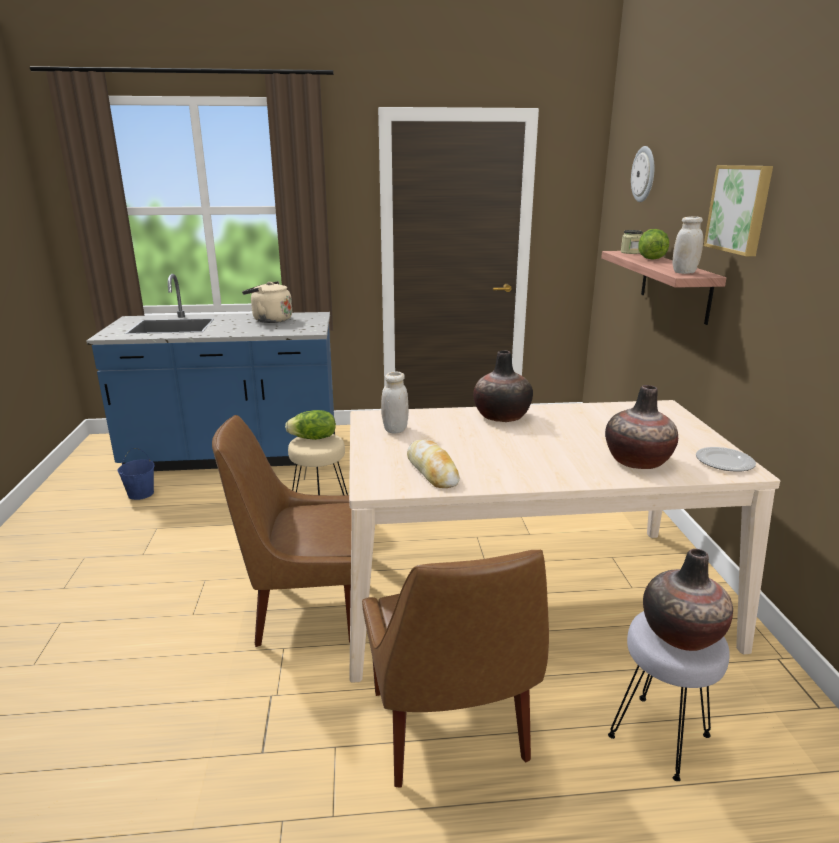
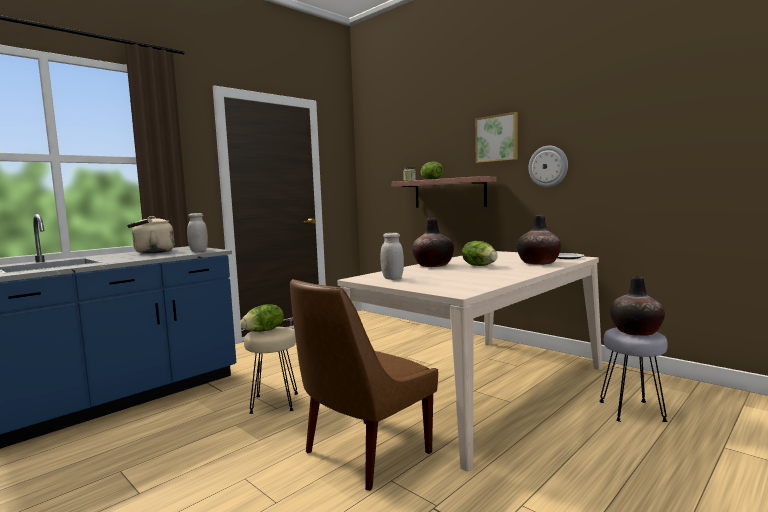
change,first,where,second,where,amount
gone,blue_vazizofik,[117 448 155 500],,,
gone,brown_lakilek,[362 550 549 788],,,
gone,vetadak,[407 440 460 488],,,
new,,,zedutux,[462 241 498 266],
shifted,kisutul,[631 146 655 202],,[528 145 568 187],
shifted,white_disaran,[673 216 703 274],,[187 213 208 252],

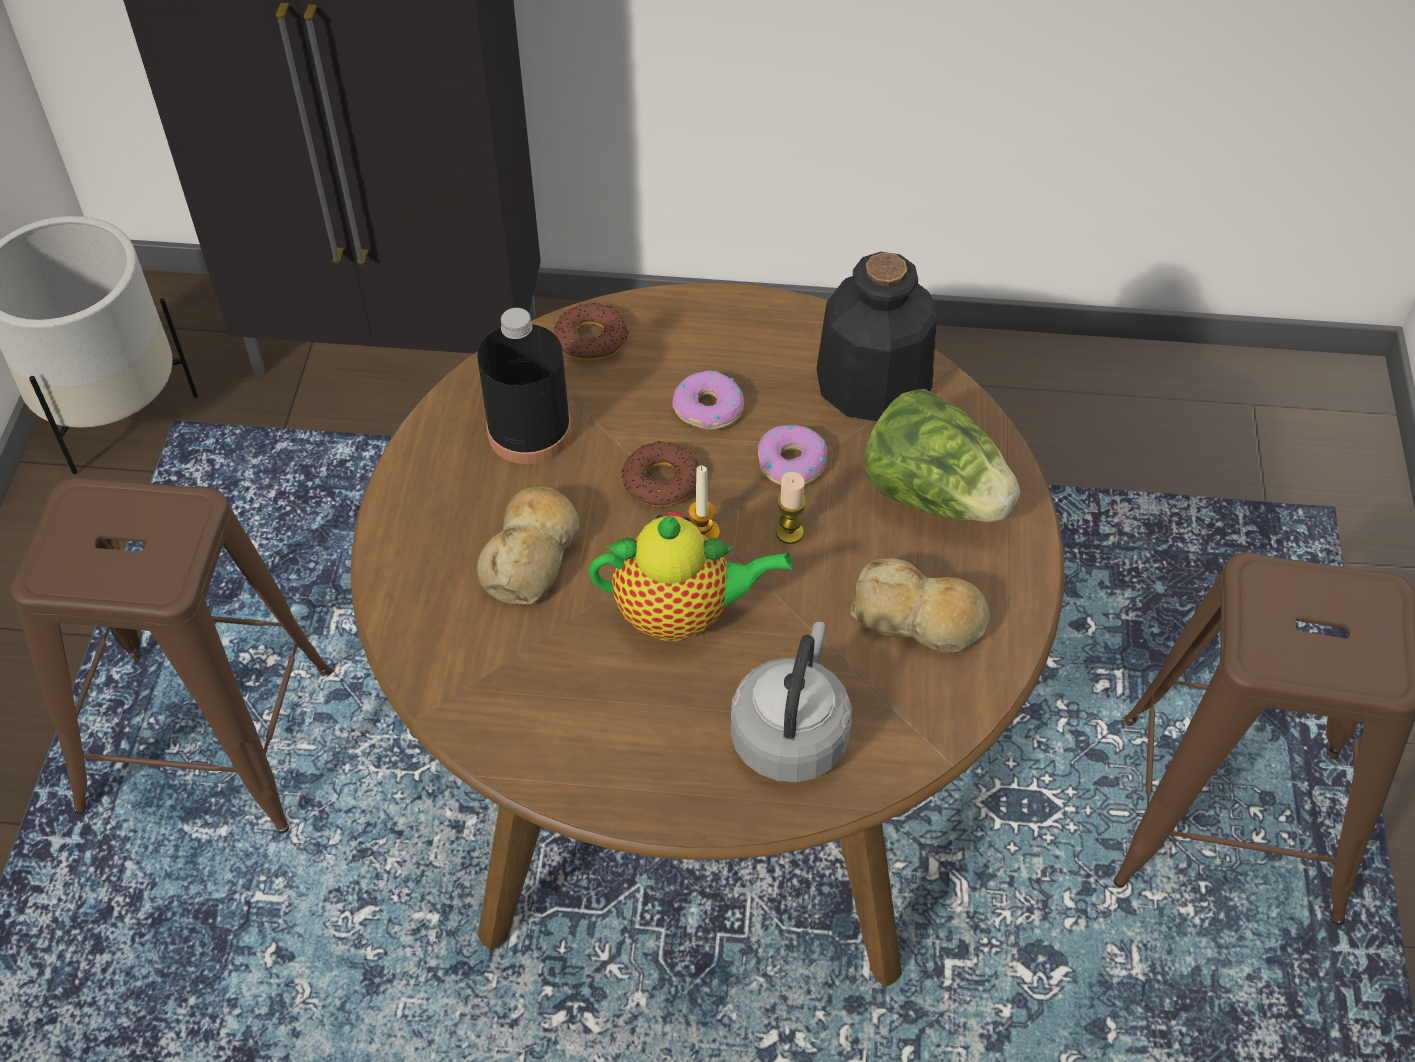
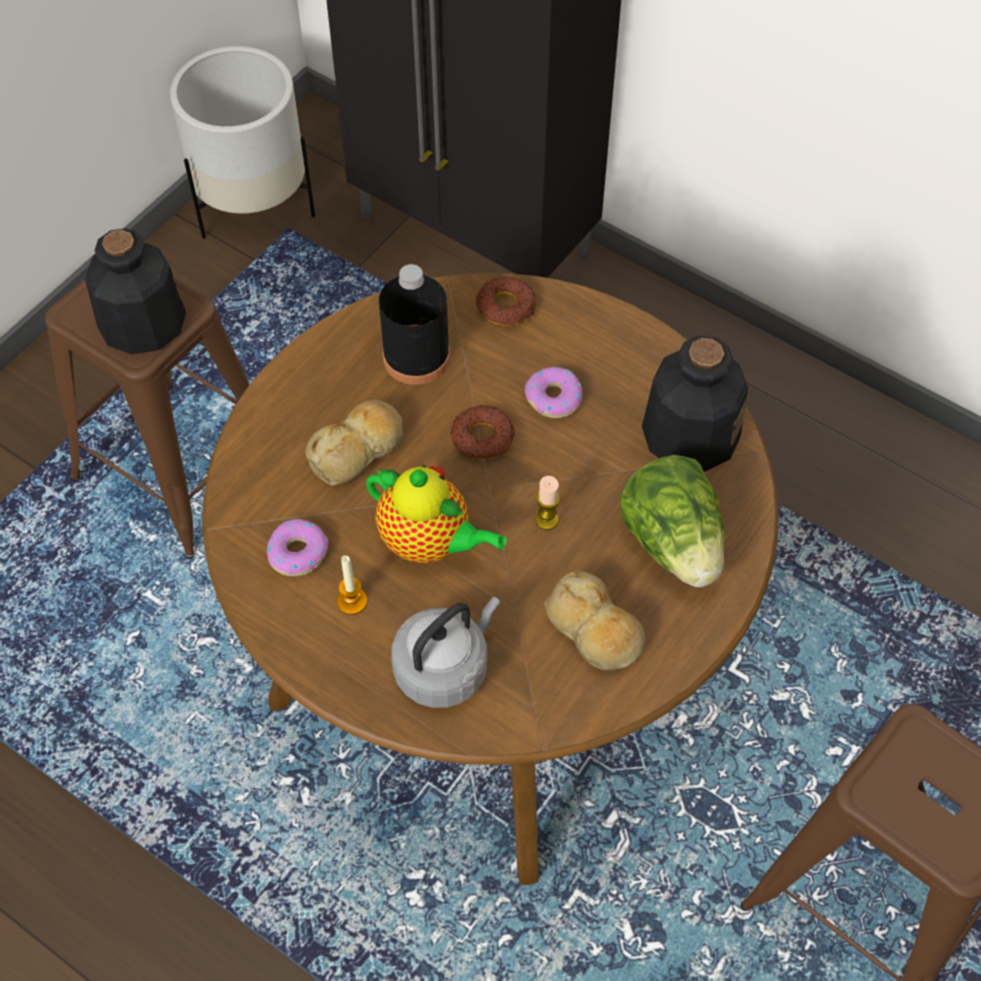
change,first,where,second,where,amount
new,,,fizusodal,[85 228 186 355],
shifted,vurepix,[689 466 720 539],,[337 556 367 615],
shifted,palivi,[758 425 827 485],,[267 519 328 576],

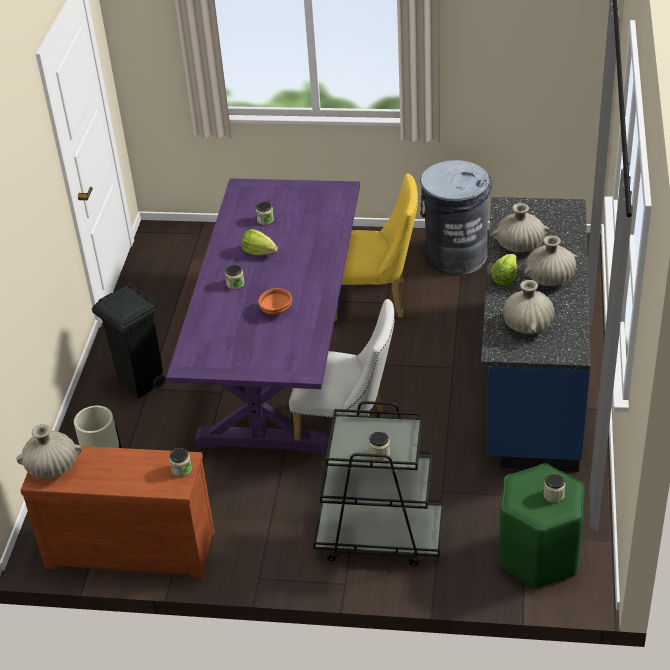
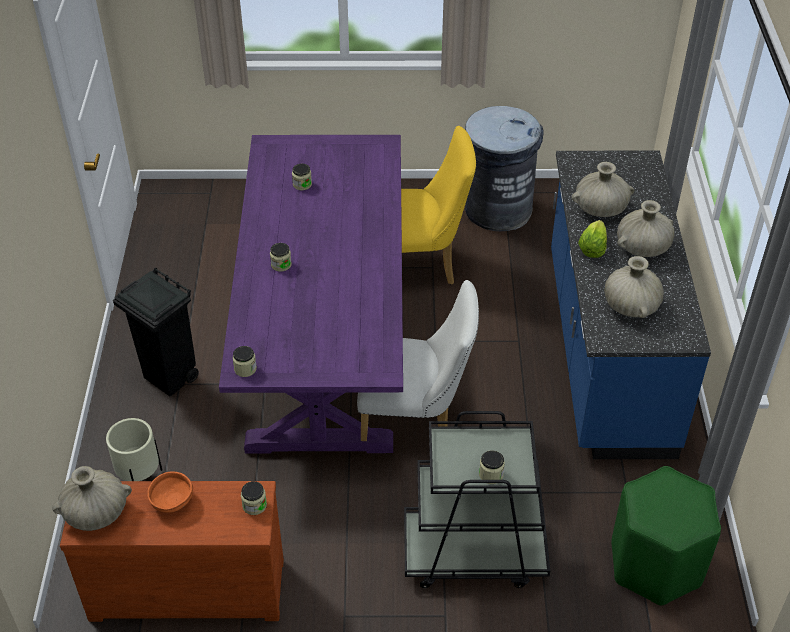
change,first,where,second,where,amount
gone,zedutux,[241 229 278 255],,,
shifted,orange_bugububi,[258 288 292 315],,[147 471 193 513],
shifted,disaran,[544 474 565 503],,[232 346 257 377],

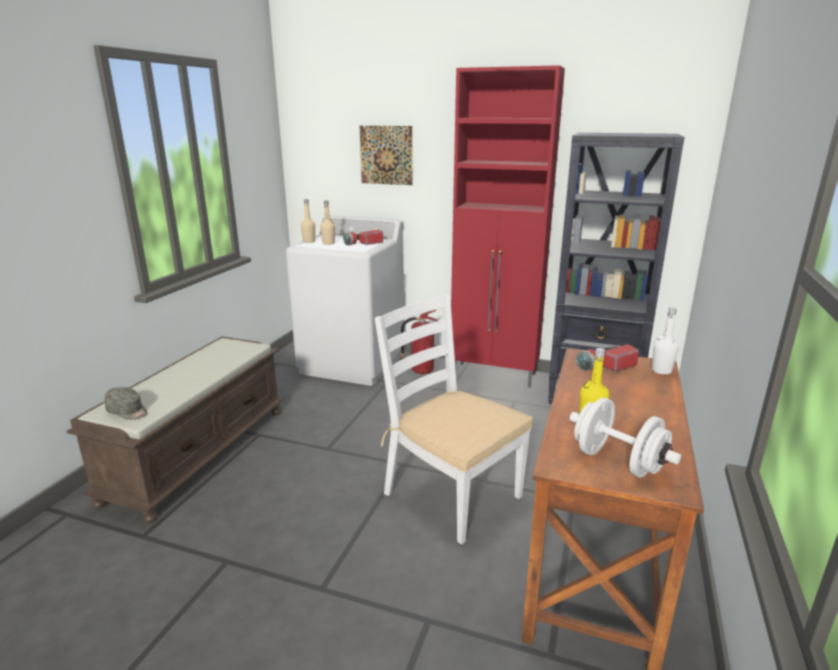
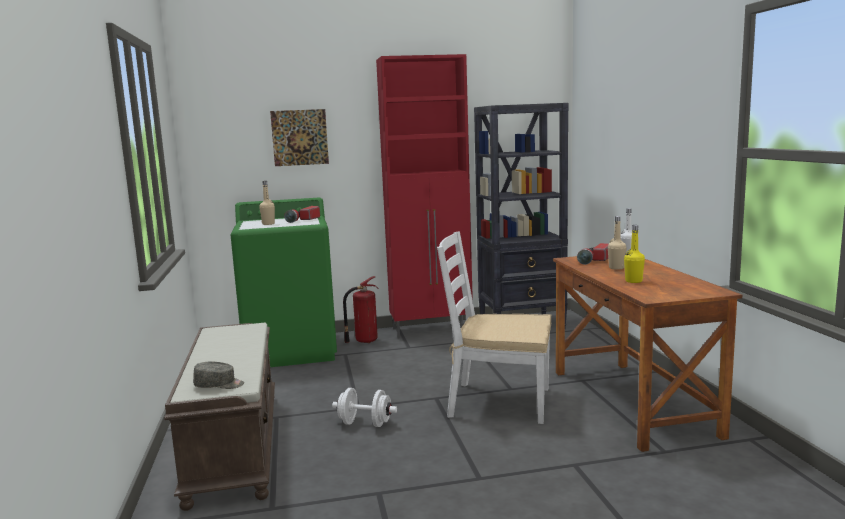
change,first,where,second,where,amount
shifted,beige_fizusodal,[301 199 315 243],,[608 216 627 270],
shifted,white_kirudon,[570 398 681 478],,[332 388 397 427],
repainted,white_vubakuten,[286 215 405 386],green_vubakuten,[231 198 337 367],

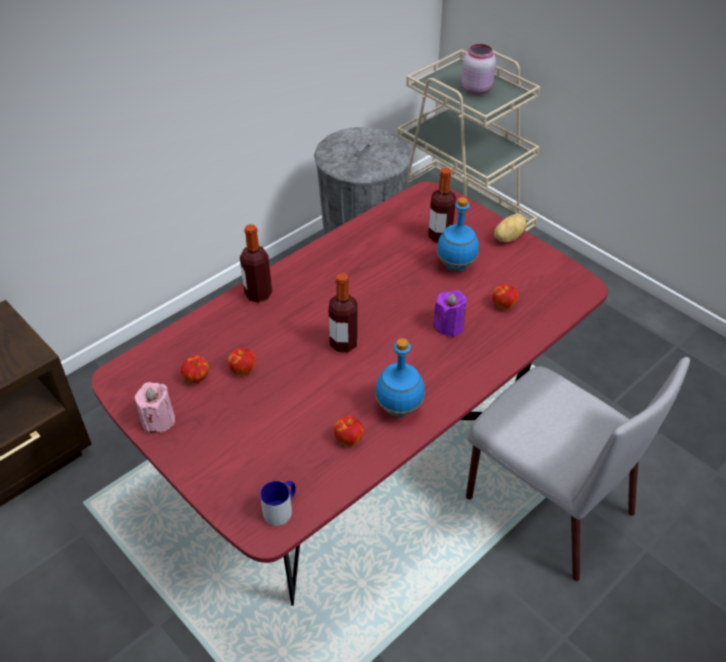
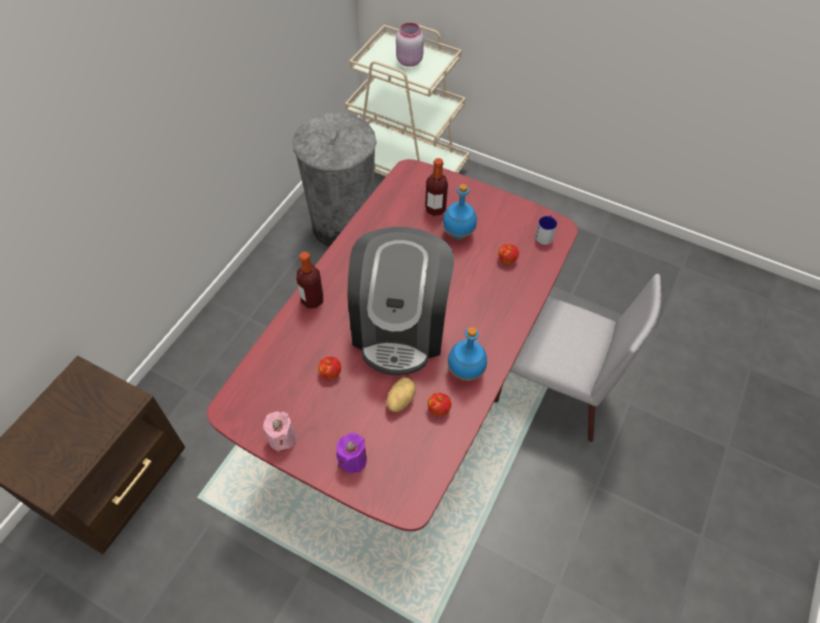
change,first,where,second,where,amount
gone,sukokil,[181 355 209 383],,,
shifted,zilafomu,[260 481 296 526],,[535 215 557 245],
shifted,purple_vurepix,[433 290 467 337],,[336 432 367 473],
shifted,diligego,[494 214 527 242],,[386 378 416 412],
swapped,fizusodal,[328 273 358 352],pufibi,[348 227 454 375],

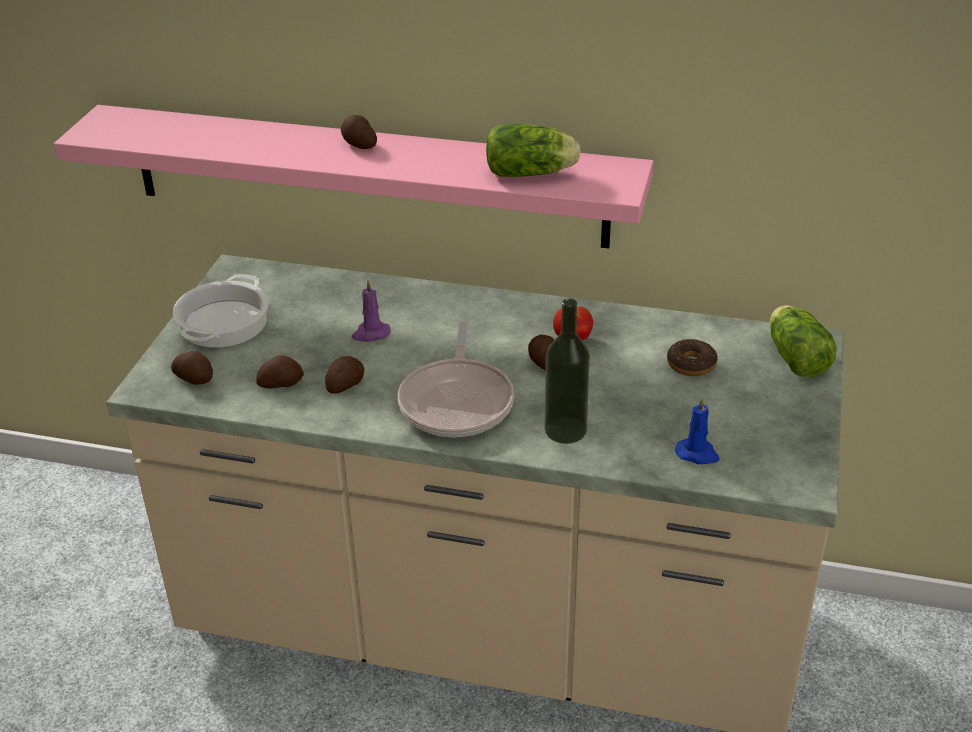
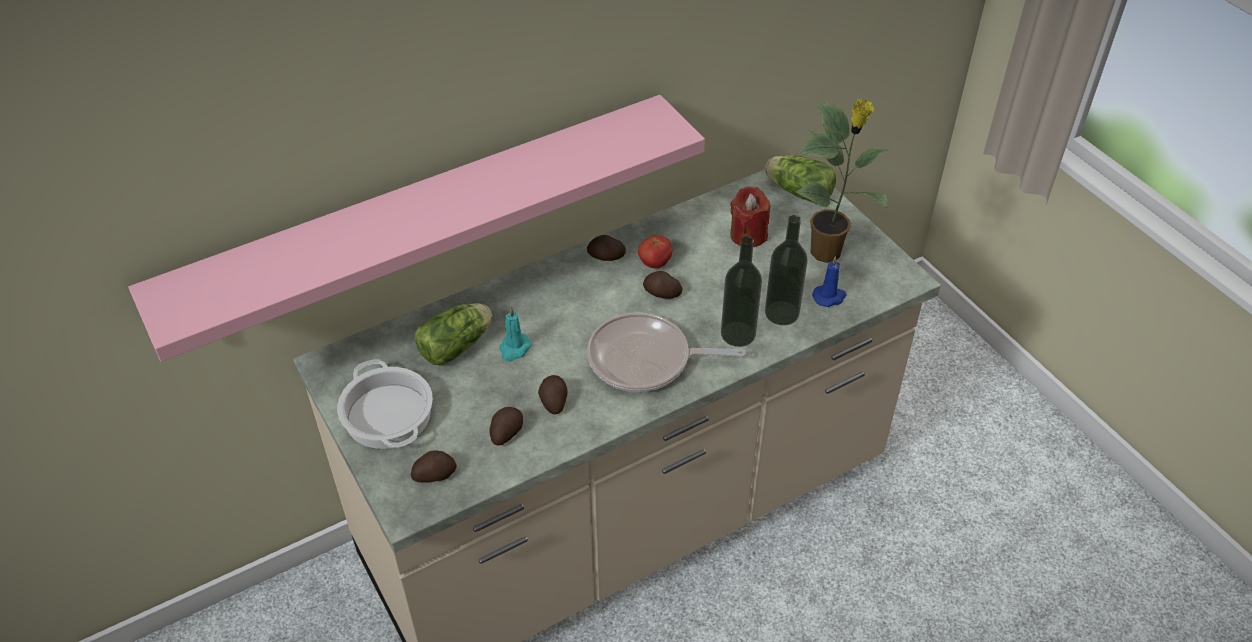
change,first,where,second,where,amount
new,,,fizusodal,[765 215 808 325],
new,,,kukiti,[796 99 891 263],
shifted,diligego,[341 115 377 149],,[587 235 626 261],
shifted,zedutux,[486 124 581 177],,[414 303 492 365],
swapped,palivi,[667 339 718 376],red_vurepix,[730 186 770 247],
repainted,purple_vurepix,[352 280 391 342],turquoise_vurepix,[499 307 532 362],
rotated,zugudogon,[398 321 514 437],,[587 313 746 392],135 degrees clockwise

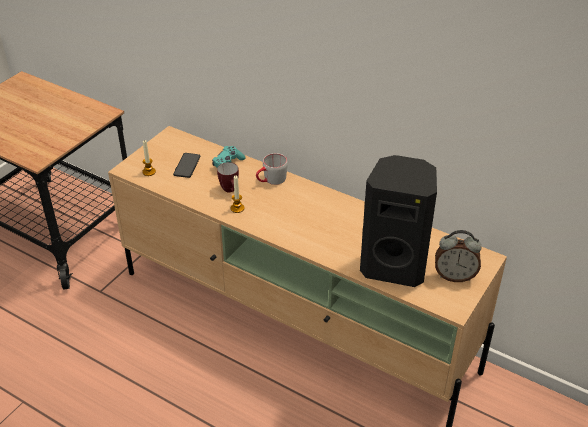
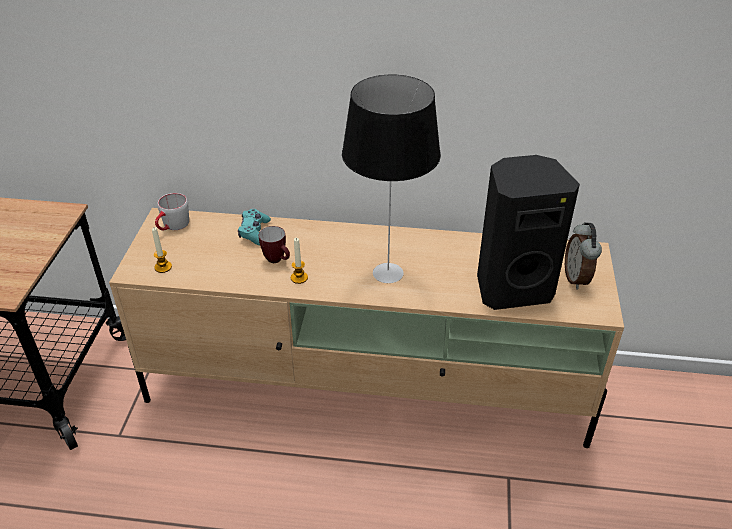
change,first,where,second,where,amount
gone,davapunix,[173 153 200 178],,,
new,,,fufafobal,[342 75 441 283],
shifted,grey_zilafomu,[256 153 288 185],,[155 193 189 231],
rotated,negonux,[435 230 482 282],,[565 222 602 290],105 degrees clockwise

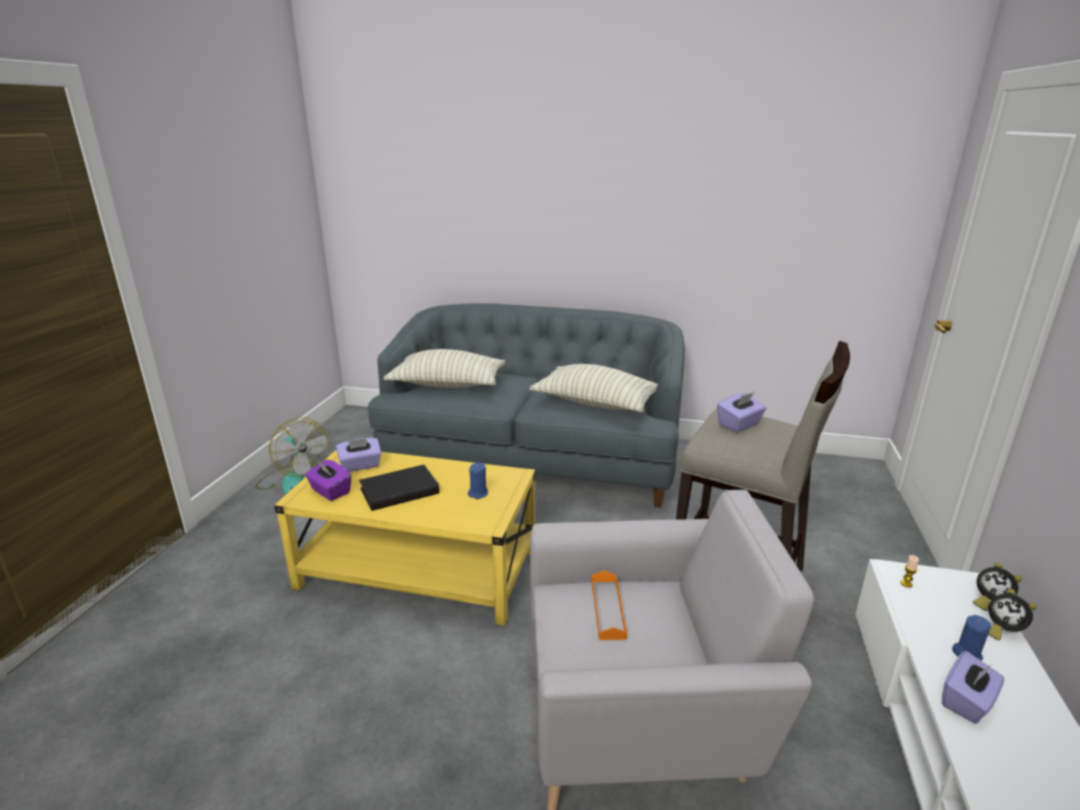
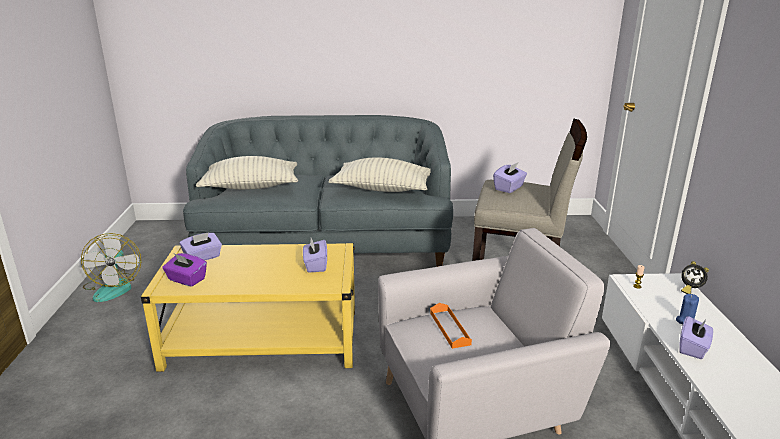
change,first,where,second,where,amount
gone,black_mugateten,[359 465 439 511],,,
gone,negonux,[988 589 1037 640],,,
swapped,blue_vurepix,[468 462 488 499],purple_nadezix,[303 238 327 273],
rotated,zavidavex,[256 418 328 494],,[81 233 141 302],45 degrees clockwise

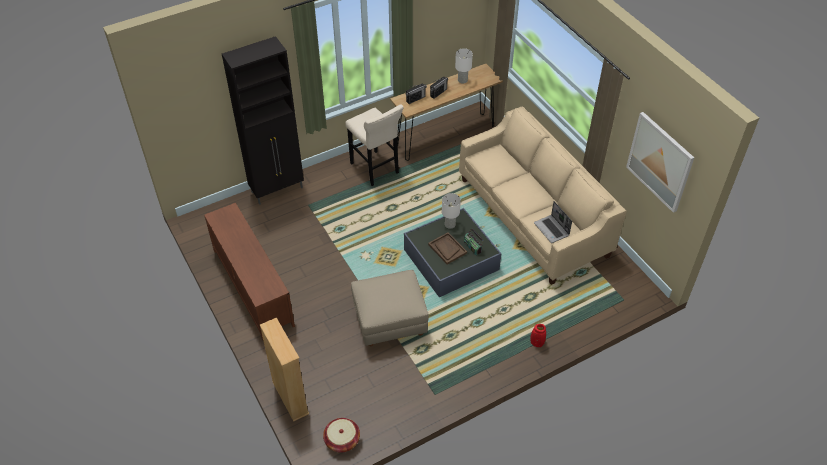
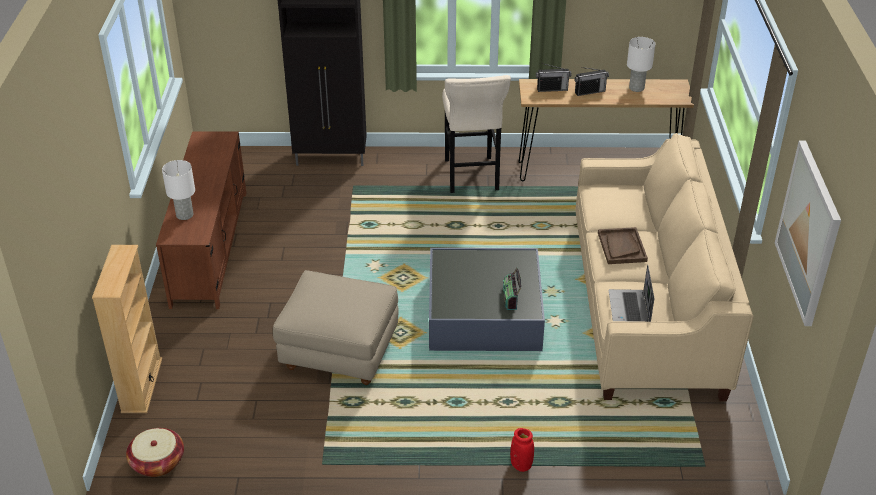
change,first,where,second,where,amount
shifted,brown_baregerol,[428 232 467 265],,[598 227 648 264],
shifted,white_fufafobal,[442 193 461 229],,[162 160 195 220],

